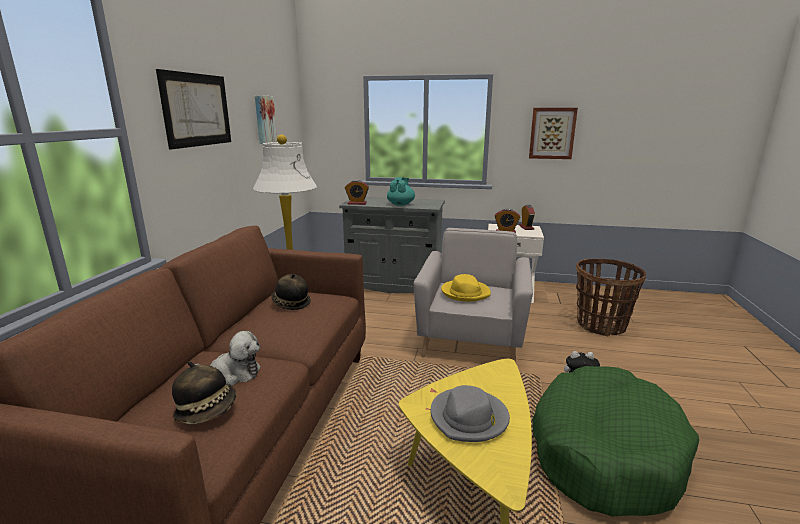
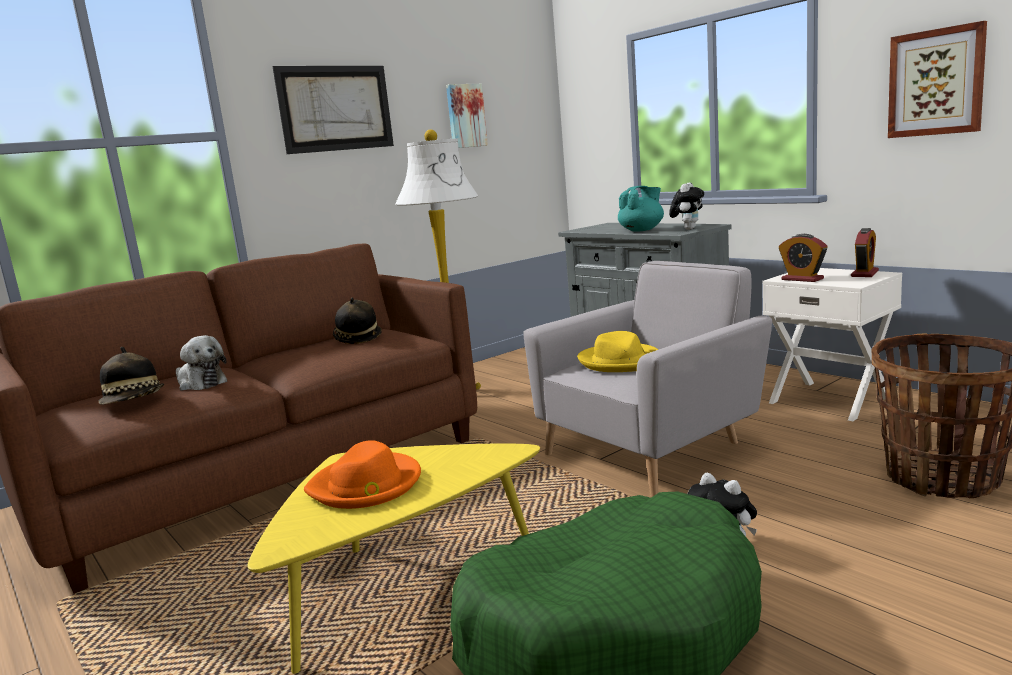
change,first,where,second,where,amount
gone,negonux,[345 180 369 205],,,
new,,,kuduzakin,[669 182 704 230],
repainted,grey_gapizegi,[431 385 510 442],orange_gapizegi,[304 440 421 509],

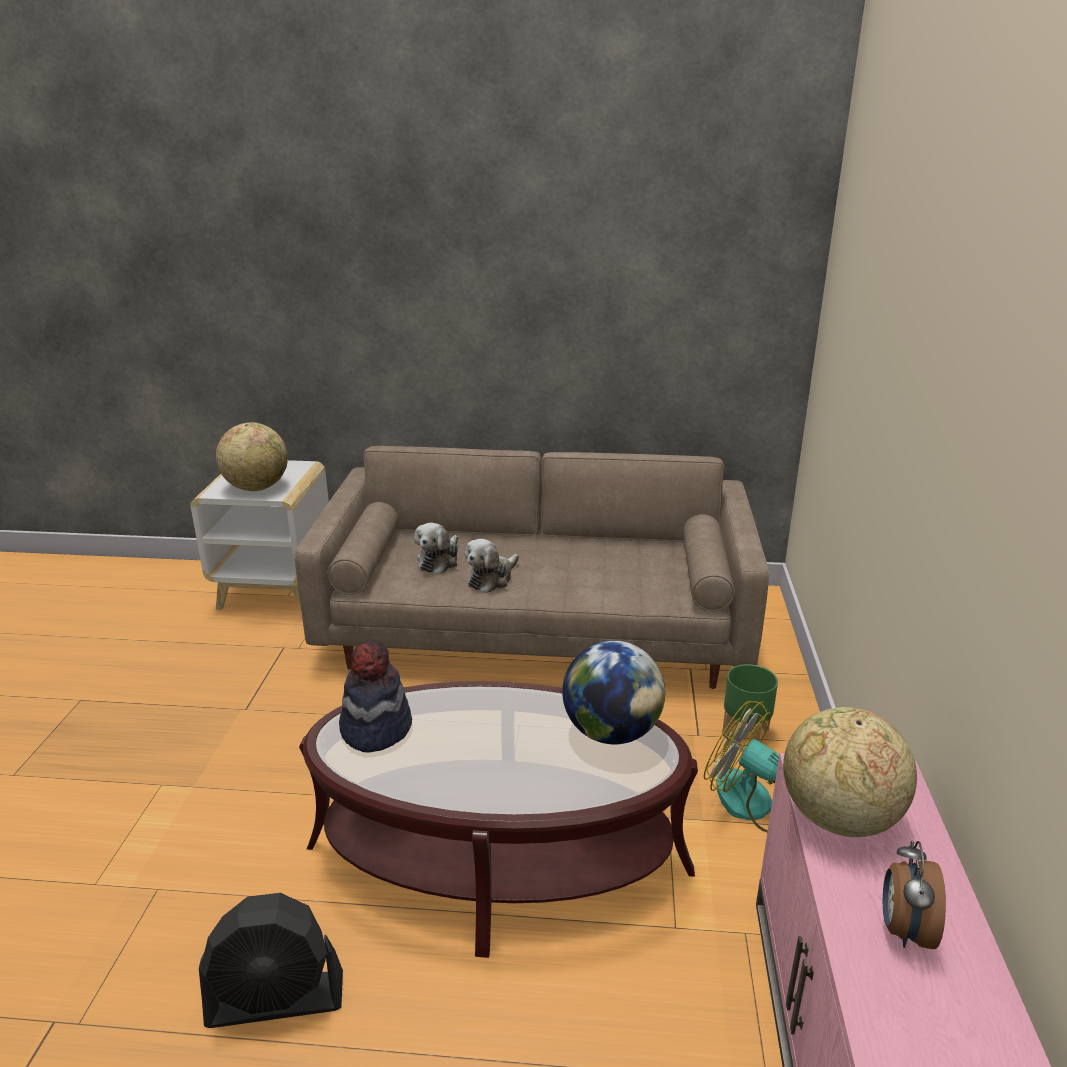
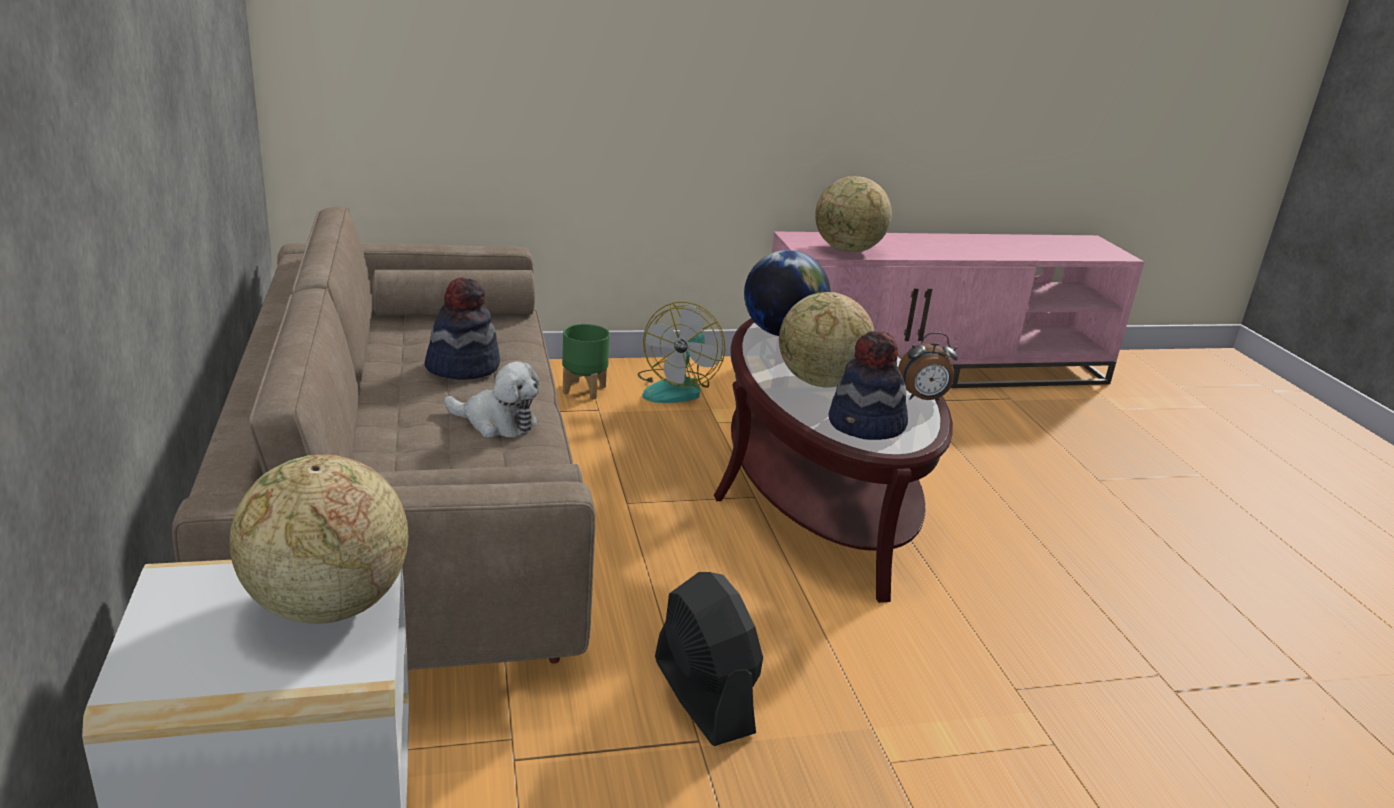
change,first,where,second,where,amount
gone,kuduzakin,[414 523 458 574],,,
new,,,gapizegi,[425 277 500 380],
new,,,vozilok,[779 292 874 388],
shifted,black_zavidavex,[199 893 343 1028],,[655 572 763 746],
shifted,negonux,[883 841 946 949],,[898 332 958 401],

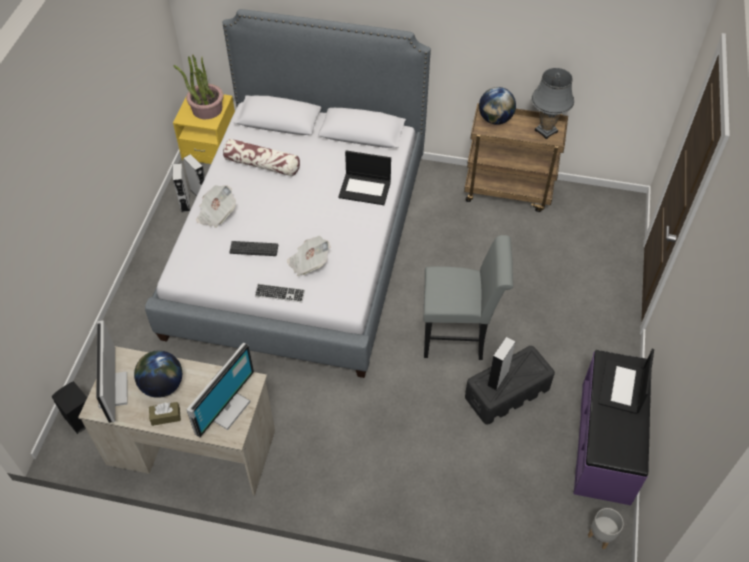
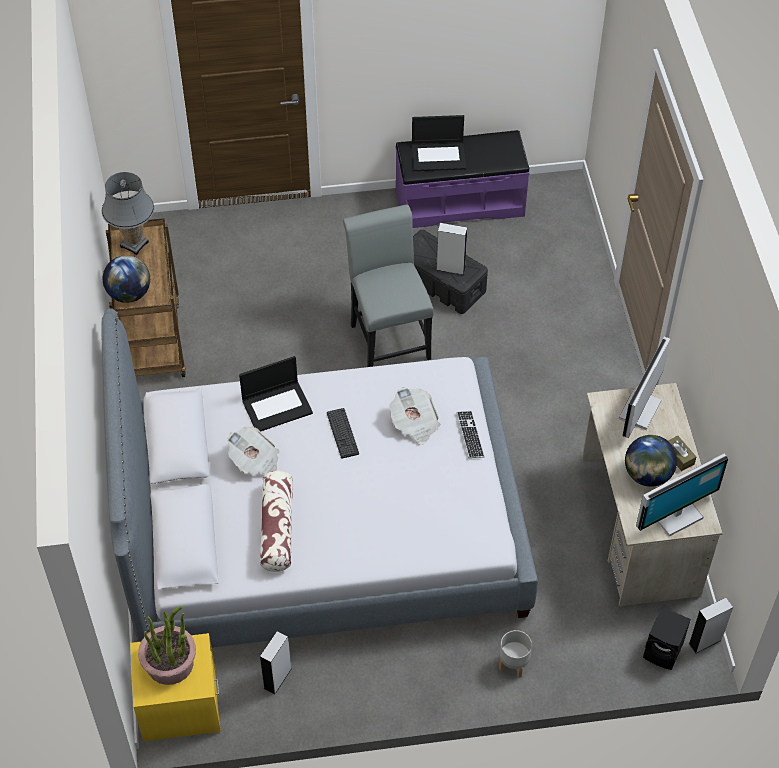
change,first,where,second,where,amount
shifted,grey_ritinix,[173 163 190 212],,[688 598 733 653],
shifted,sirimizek,[196 185 236 228],,[228 427 279 476],
shifted,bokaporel,[230 241 278 256],,[327 408 359 459],
shifted,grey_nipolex,[588 508 624 549],,[499 630 532 678],
rotated,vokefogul,[186 342 254 437],,[619 337 670 438],75 degrees counterclockwise
rotated,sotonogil,[338 151 391 205],,[239 356 313 432],75 degrees clockwise

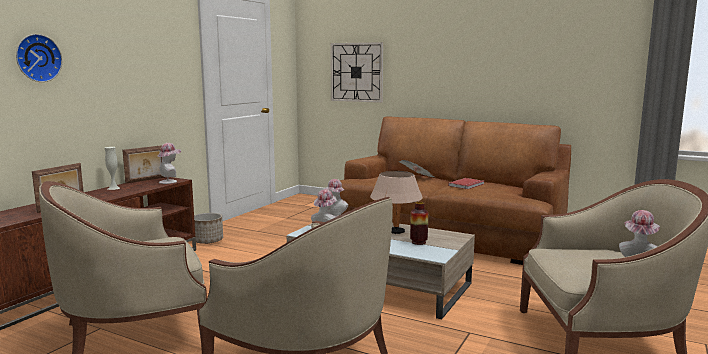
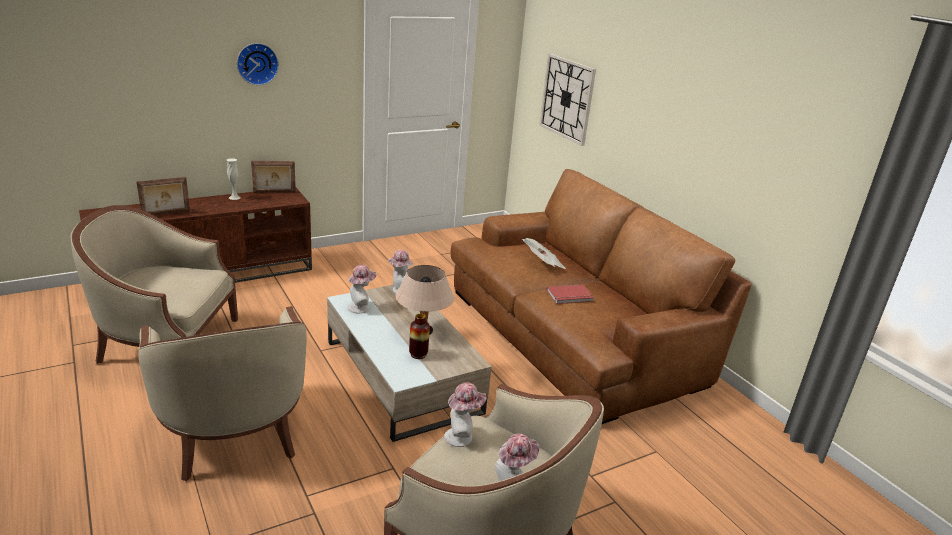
change,first,where,second,where,amount
gone,nipolex,[194 213 223 244],,,
shifted,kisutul,[16 34 62 82],,[237 43 279 85],
shifted,gapizegi,[158 143 181 184],,[444 383 487 447],

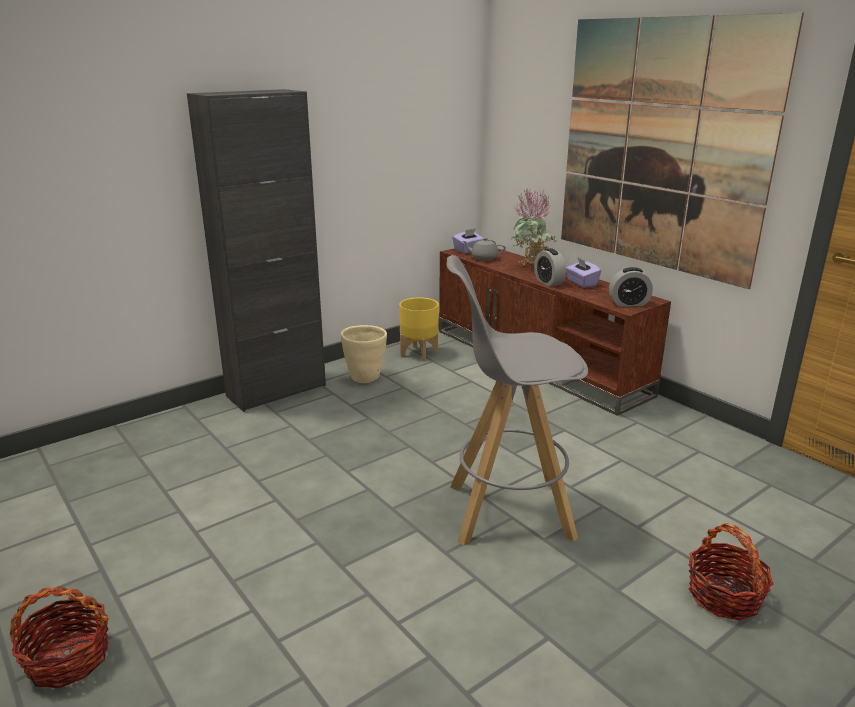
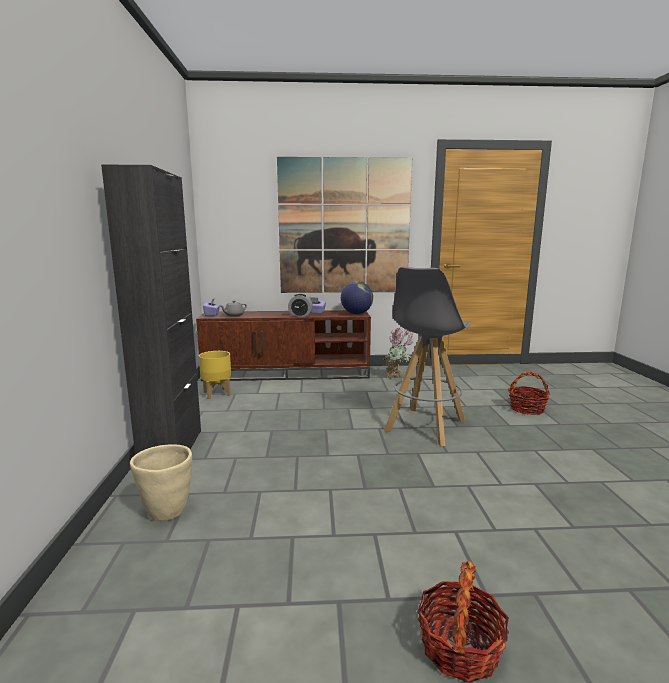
change,first,where,second,where,amount
shifted,beige_nipolex,[341 325 387 383],,[130 444 192 521],
shifted,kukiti,[510 189 556 266],,[383 328 413 378],
swapped,negonux,[609 267 653 306],vozilok,[341 281 373 314],

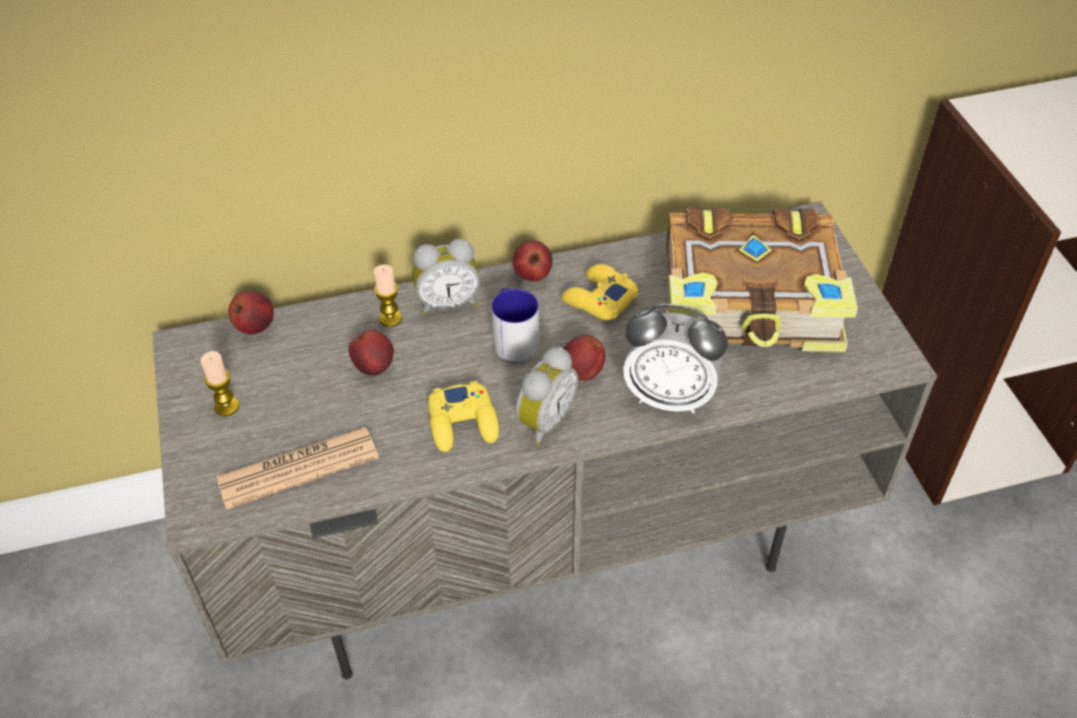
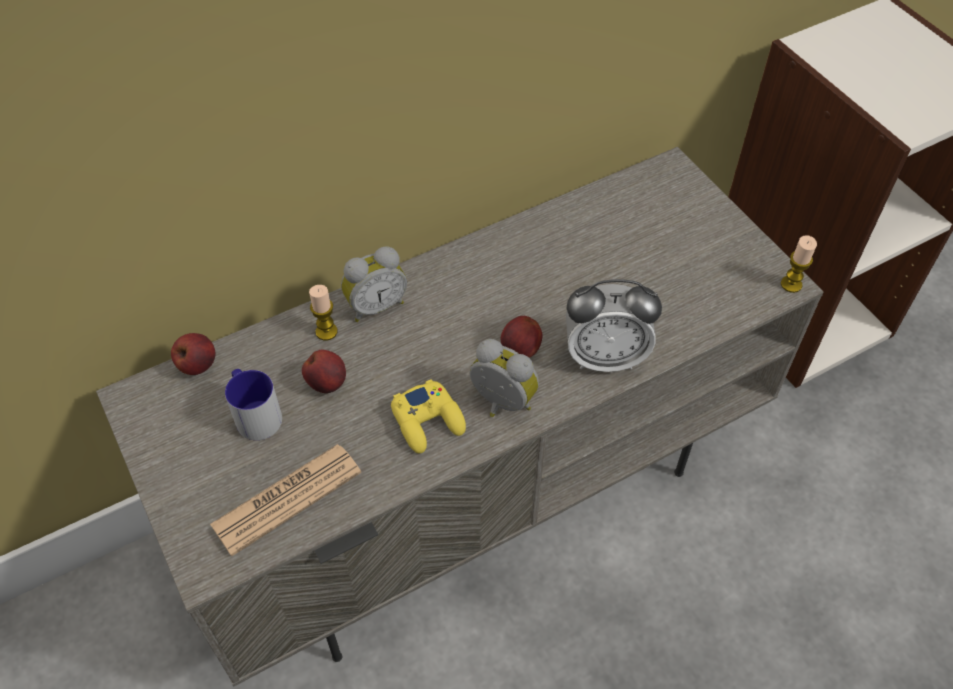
change,first,where,second,where,amount
gone,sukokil,[512 240 553 281],,,
gone,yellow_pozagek,[561 264 639 321],,,
gone,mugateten,[666 207 858 352],,,
shifted,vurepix,[201 351 239 416],,[781 235 817 293],
shifted,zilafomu,[491 288 539 362],,[225 369 282 440],
rotated,negonux,[516 347 578 446],,[470 339 539 417],75 degrees counterclockwise

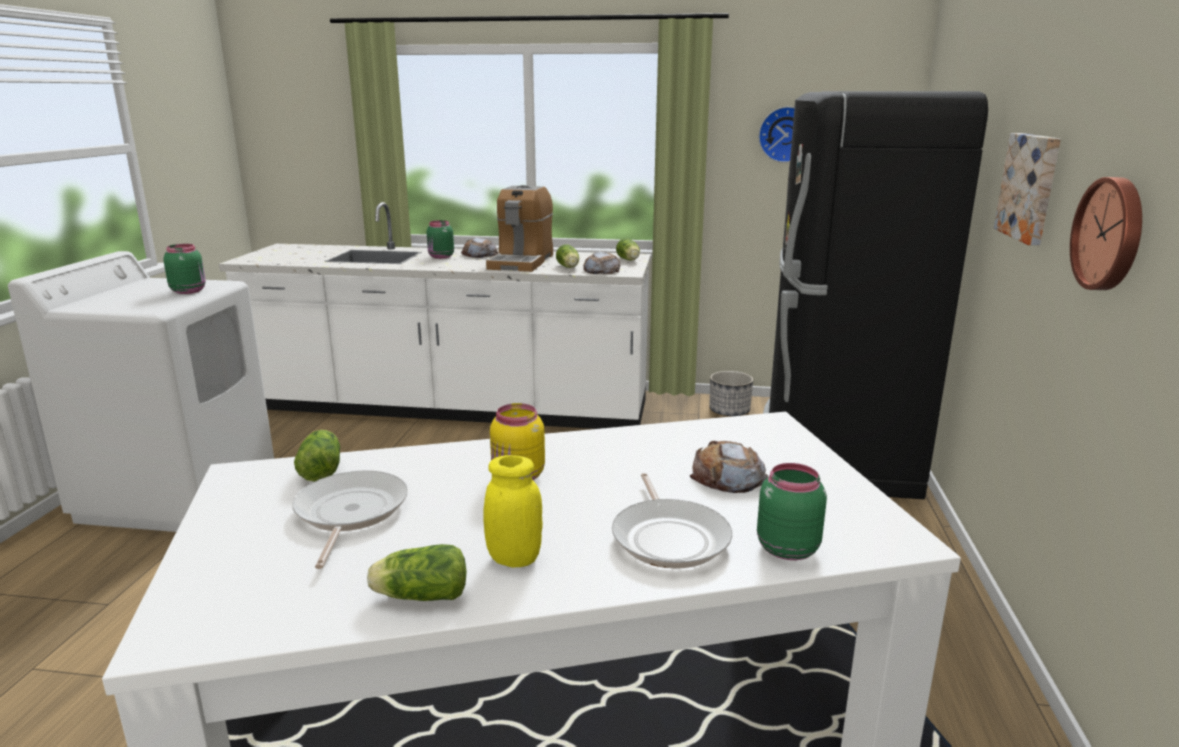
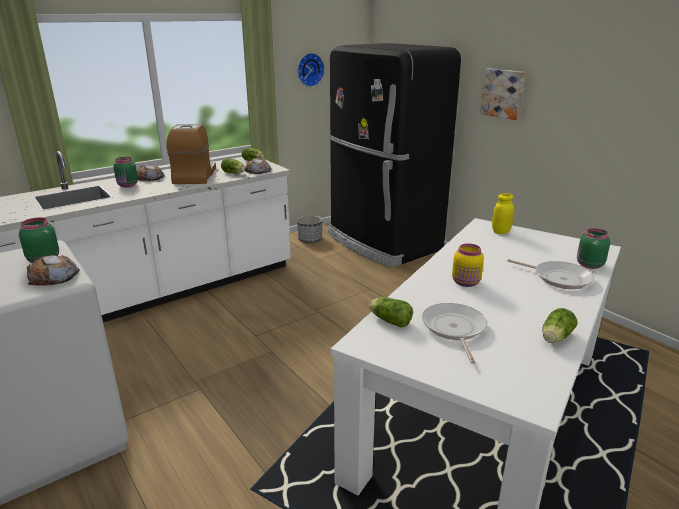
change,first,where,second,where,amount
gone,kisutul,[1070 177 1142 290],,,
shifted,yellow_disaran,[484 455 543 568],,[492 193 514 234],
shifted,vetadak,[690 441 768 493],,[27 255 80 286],
rotated,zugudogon,[292 470 408 569],,[422 303 487 364],45 degrees clockwise
rotated,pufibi,[486 185 553 272],,[166 124 216 184],150 degrees counterclockwise

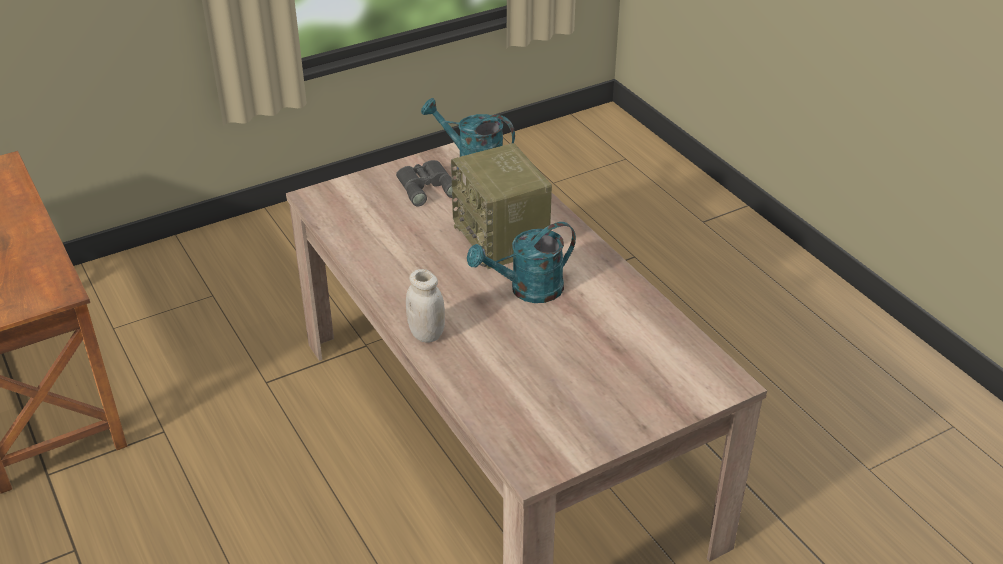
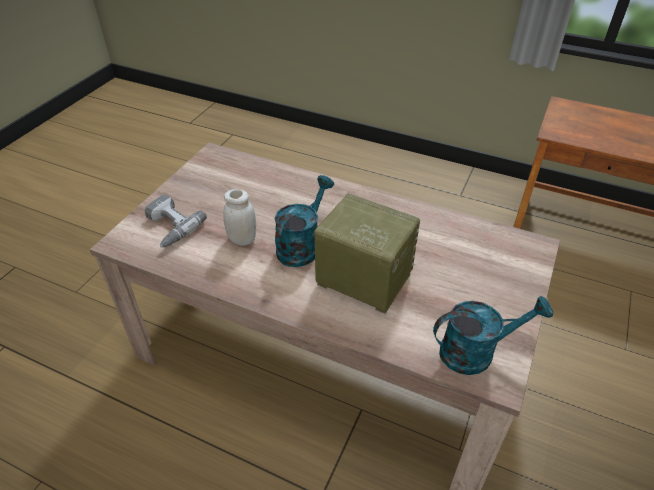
change,first,where,second,where,amount
gone,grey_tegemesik,[396 160 454 206],,,
new,,,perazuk,[144 194 207 248],
shifted,white_disaran,[406 269 445 342],,[223 189 256 246],

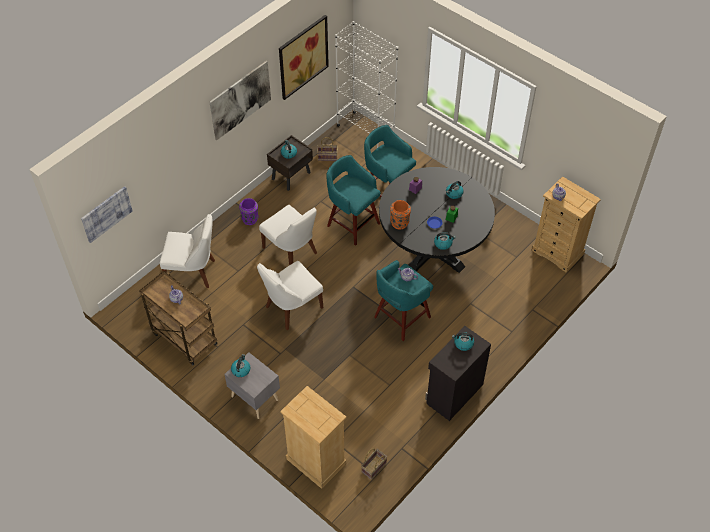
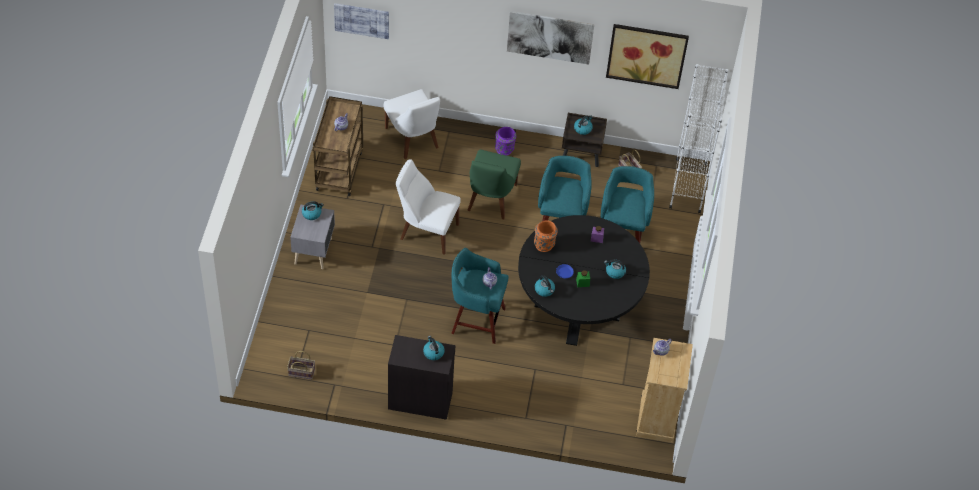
change,first,where,second,where,amount
gone,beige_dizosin,[280 386 347 489],,,
repainted,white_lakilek,[259 205 317 265],green_lakilek,[467 150 521 219],

